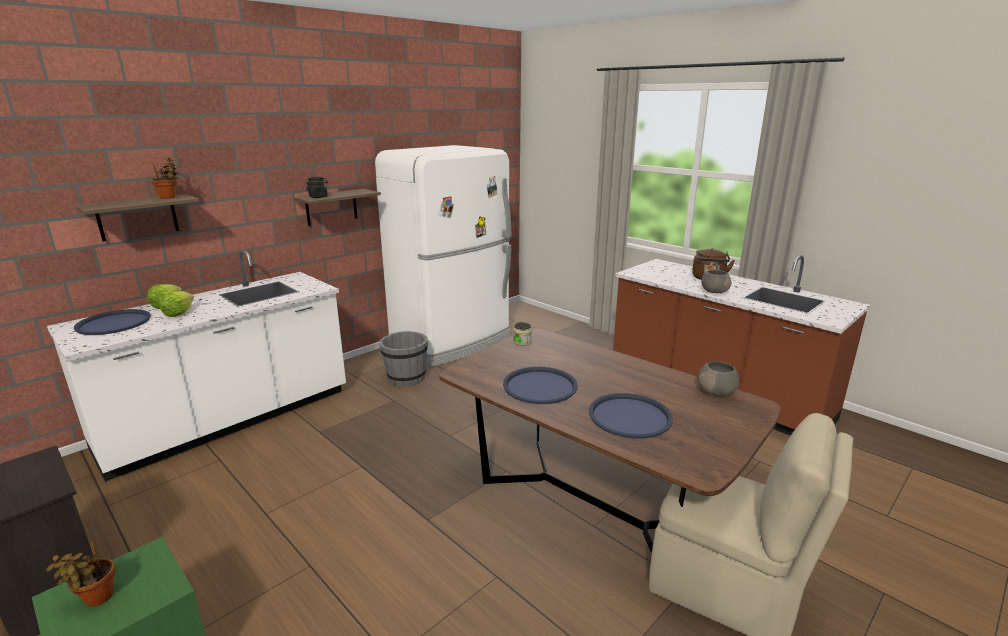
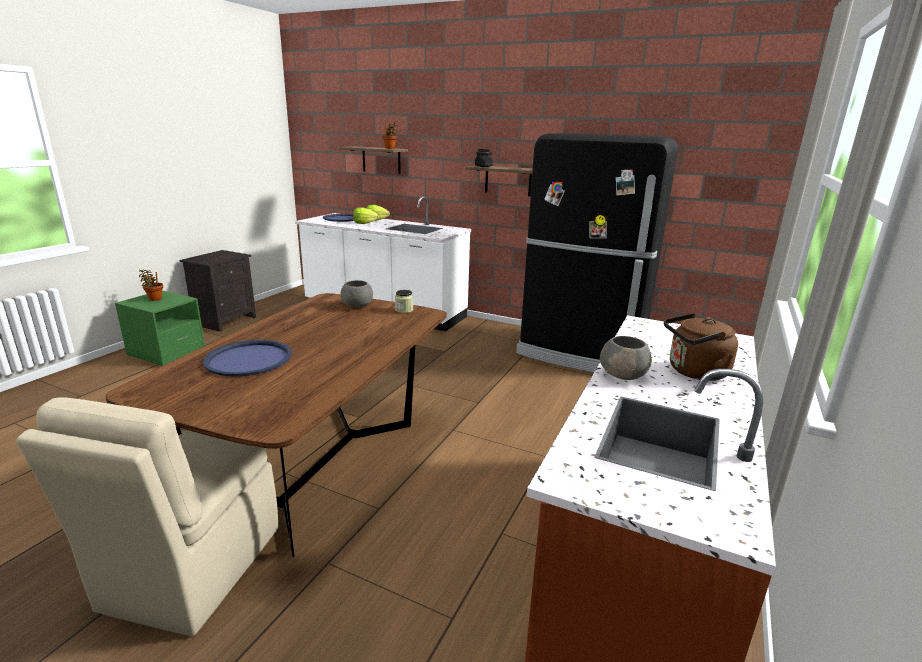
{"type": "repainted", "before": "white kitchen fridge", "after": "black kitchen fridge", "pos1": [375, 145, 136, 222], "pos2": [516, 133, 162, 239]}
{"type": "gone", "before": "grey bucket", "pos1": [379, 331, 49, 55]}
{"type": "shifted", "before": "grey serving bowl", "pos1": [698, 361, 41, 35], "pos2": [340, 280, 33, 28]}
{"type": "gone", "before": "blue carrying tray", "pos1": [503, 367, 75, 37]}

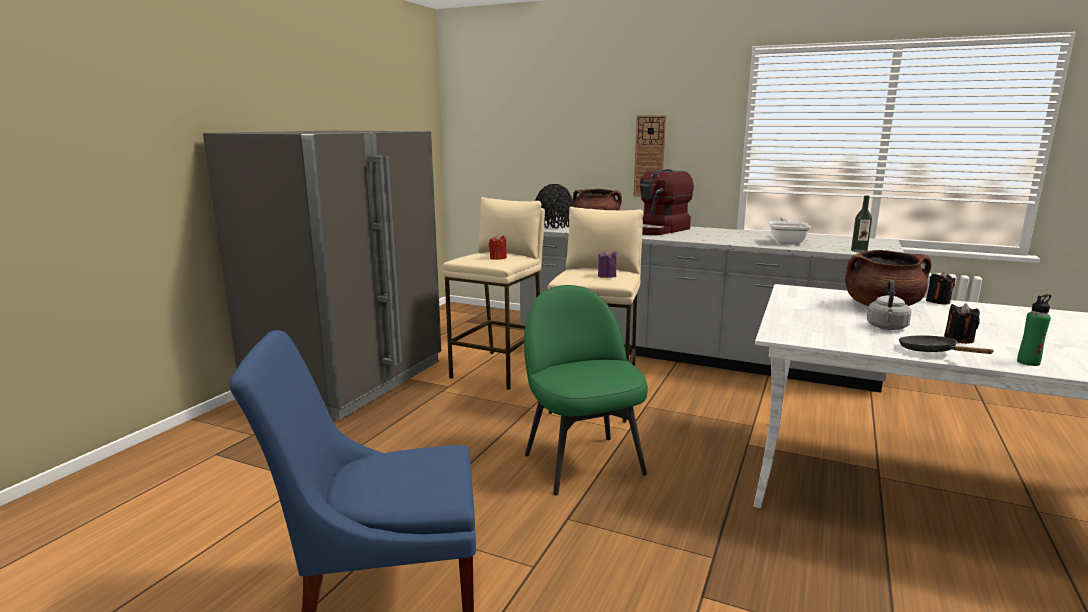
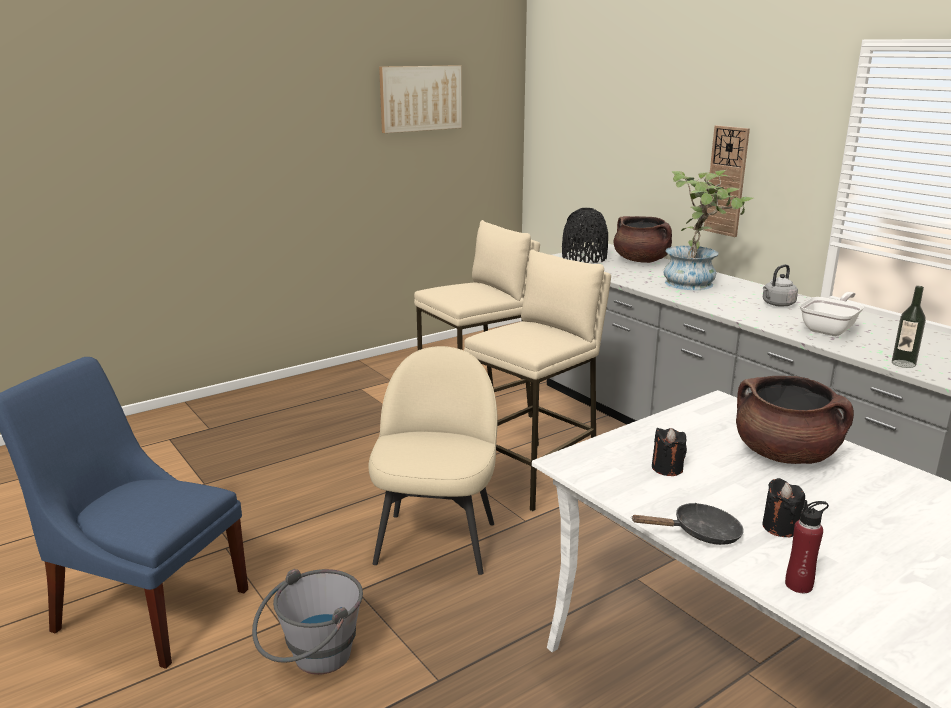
{"type": "gone", "before": "grey kitchen fridge", "pos1": [203, 131, 238, 289]}
{"type": "swapped", "before": "coffee brewer", "after": "houseplant", "pos1": [640, 169, 54, 66], "pos2": [664, 170, 90, 120]}
{"type": "gone", "before": "reddish wax light", "pos1": [489, 234, 18, 26]}
{"type": "gone", "before": "purple-coloured wax light", "pos1": [598, 249, 19, 29]}
{"type": "shifted", "before": "black wax light", "pos1": [926, 272, 29, 32], "pos2": [652, 428, 35, 48]}
{"type": "shifted", "before": "grey water kettle", "pos1": [867, 280, 44, 50], "pos2": [763, 264, 35, 43]}
{"type": "repainted", "before": "green chair", "after": "beige chair", "pos1": [524, 285, 124, 210], "pos2": [369, 346, 129, 229]}
{"type": "repainted", "before": "green drink bottle", "after": "reddish drink bottle", "pos1": [1017, 294, 34, 72], "pos2": [785, 500, 44, 93]}
{"type": "rotated", "before": "black frying pan", "pos1": [899, 335, 95, 19], "pos2": [632, 503, 112, 42], "turn": 75}
{"type": "new", "after": "wall art", "pos2": [379, 65, 83, 68]}
{"type": "new", "after": "grey bucket", "pos2": [252, 569, 111, 106]}

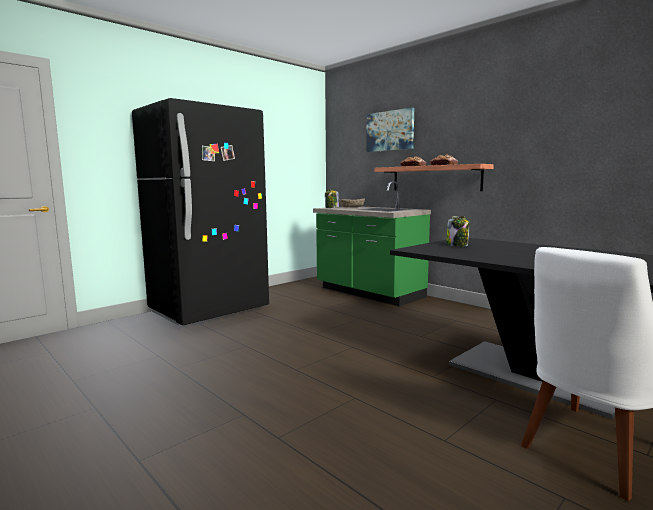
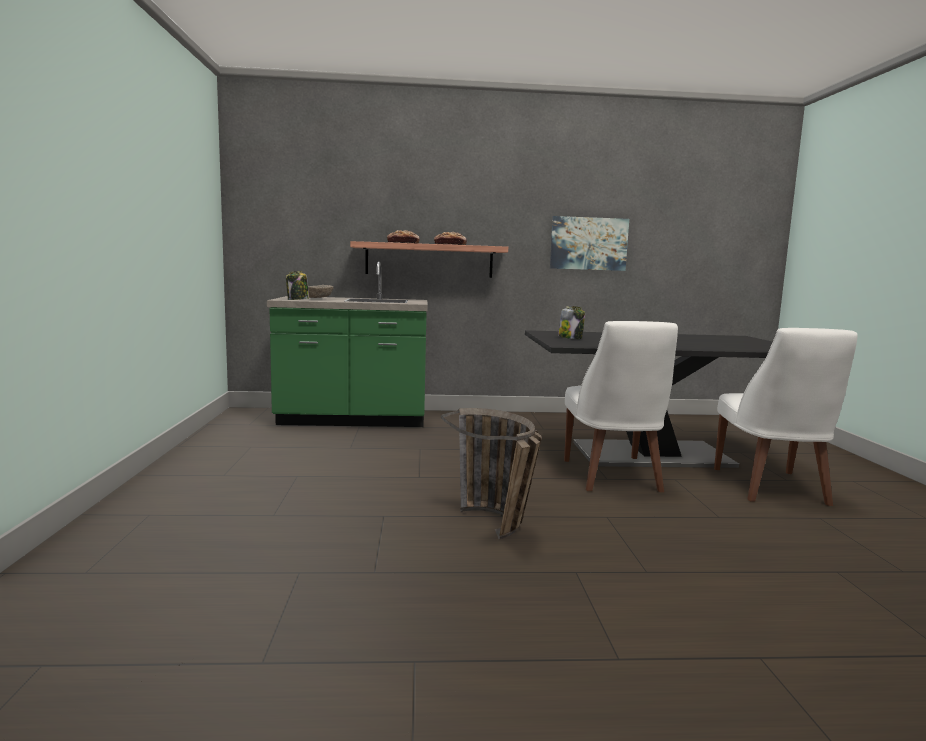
{"type": "gone", "before": "black kitchen fridge", "pos1": [132, 98, 137, 227]}
{"type": "shifted", "before": "wall art", "pos1": [366, 107, 48, 45], "pos2": [550, 216, 79, 55]}
{"type": "new", "after": "white chair", "pos2": [564, 321, 114, 171]}
{"type": "new", "after": "household basket", "pos2": [441, 408, 101, 132]}

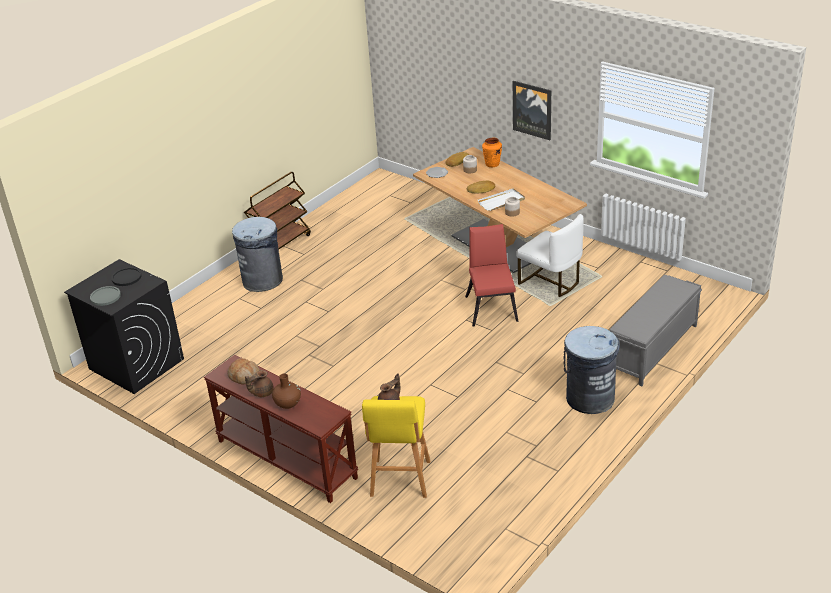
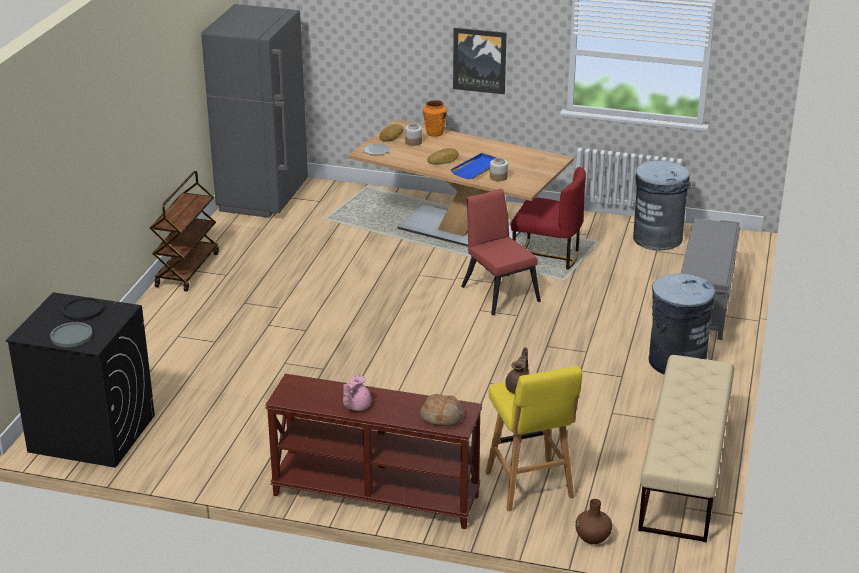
{"type": "repainted", "before": "white carrying tray", "after": "blue carrying tray", "pos1": [478, 188, 47, 23], "pos2": [451, 153, 46, 26]}
{"type": "repainted", "before": "white chair", "after": "reddish chair", "pos1": [516, 214, 67, 83], "pos2": [511, 167, 75, 103]}
{"type": "shifted", "before": "grey rubbish bin", "pos1": [232, 217, 51, 75], "pos2": [633, 160, 58, 91]}
{"type": "shifted", "before": "bakery bread", "pos1": [228, 358, 32, 26], "pos2": [420, 394, 43, 32]}
{"type": "repainted", "before": "brownish pot for tea", "after": "pinkish pot for tea", "pos1": [245, 370, 29, 27], "pos2": [343, 375, 28, 36]}
{"type": "shifted", "before": "brownish vase", "pos1": [272, 373, 29, 36], "pos2": [575, 499, 37, 45]}
{"type": "new", "after": "grey kitchen fridge", "pos2": [201, 4, 107, 214]}
{"type": "new", "after": "beige long seat", "pos2": [638, 355, 96, 188]}

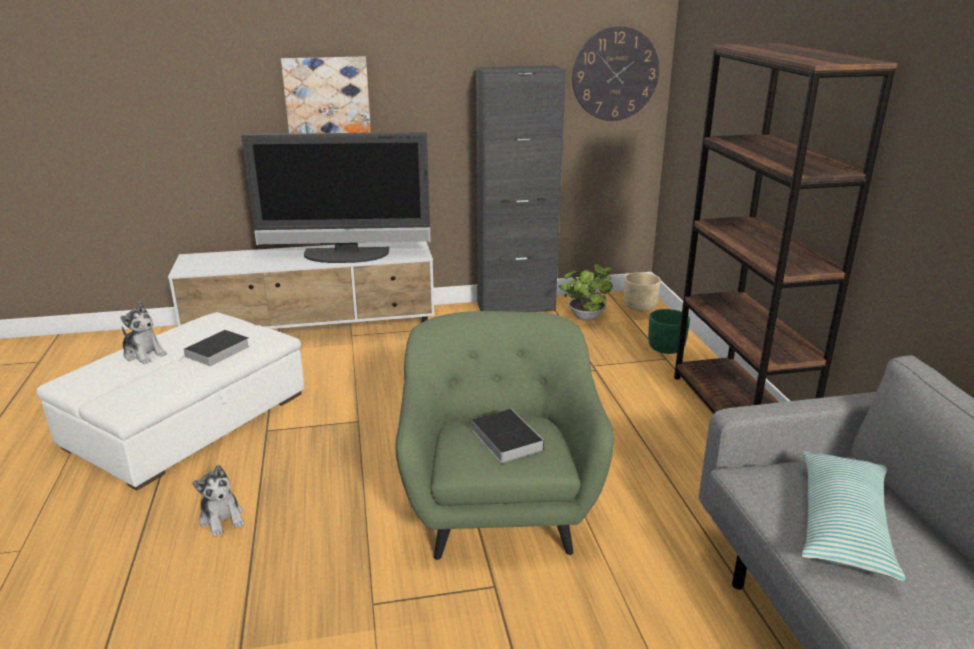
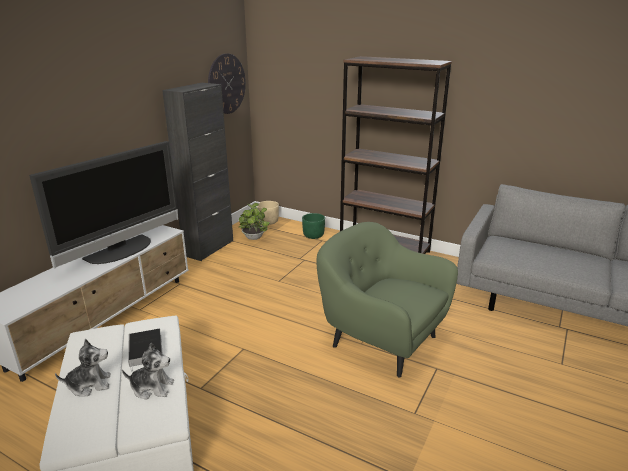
{"type": "gone", "before": "wall art", "pos1": [281, 57, 90, 77]}
{"type": "gone", "before": "bound book", "pos1": [472, 409, 72, 54]}
{"type": "gone", "before": "cushion", "pos1": [801, 451, 104, 130]}
{"type": "shifted", "before": "plush toy", "pos1": [192, 465, 53, 72], "pos2": [122, 343, 52, 57]}

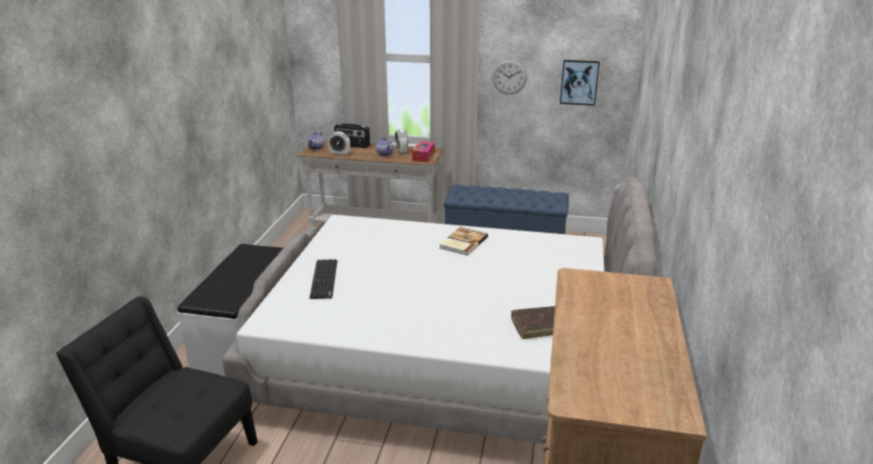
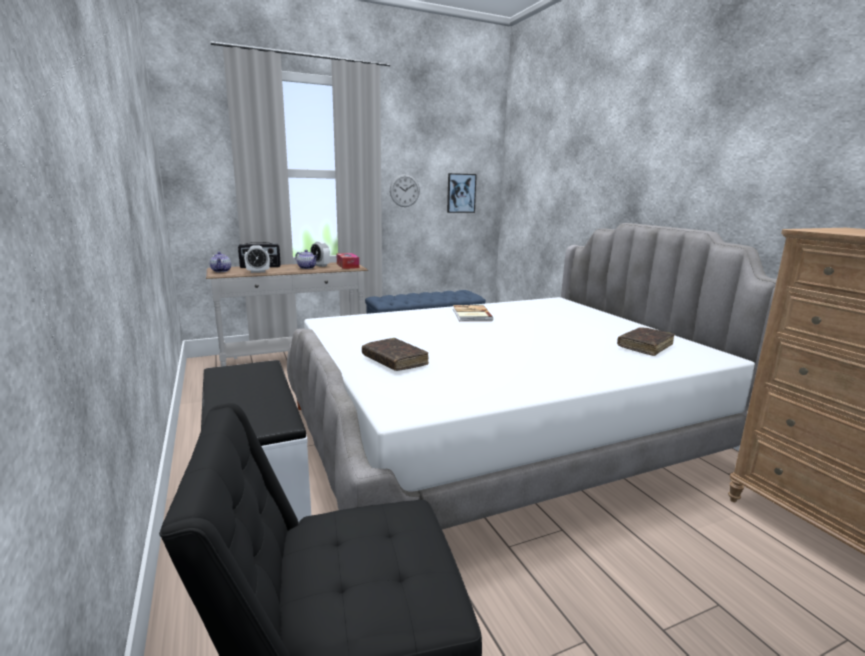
{"type": "swapped", "before": "computer keyboard", "after": "brownish bound book", "pos1": [309, 259, 28, 40], "pos2": [362, 338, 67, 33]}

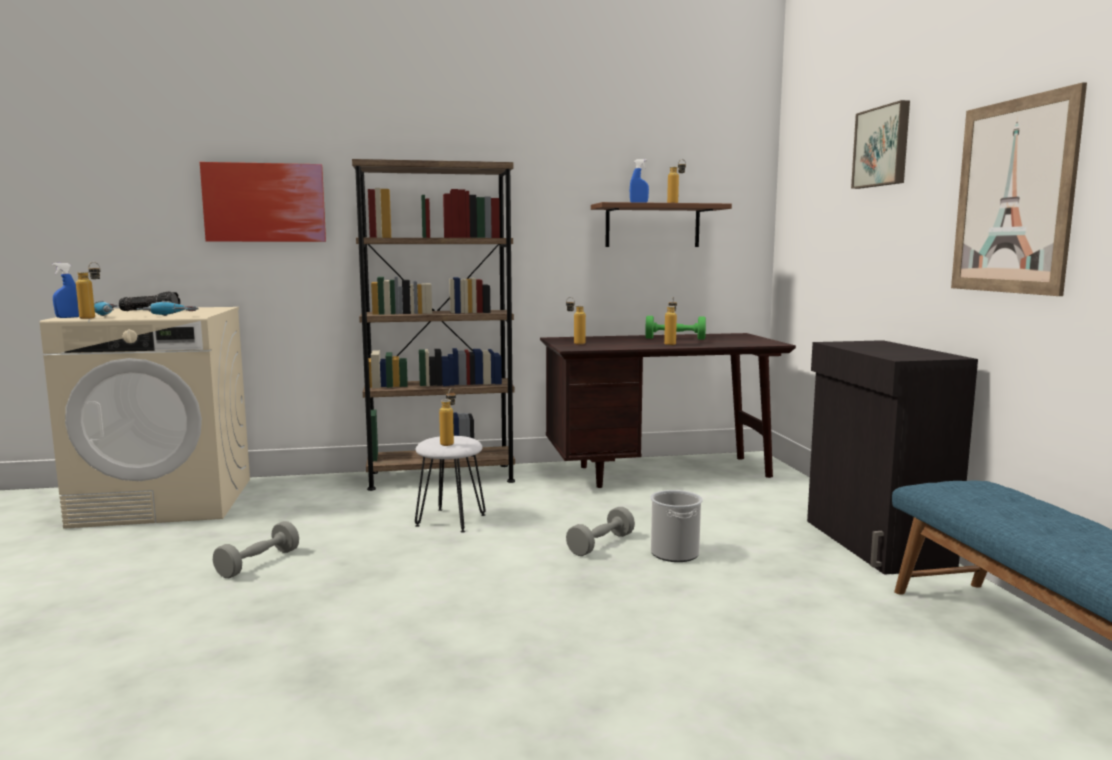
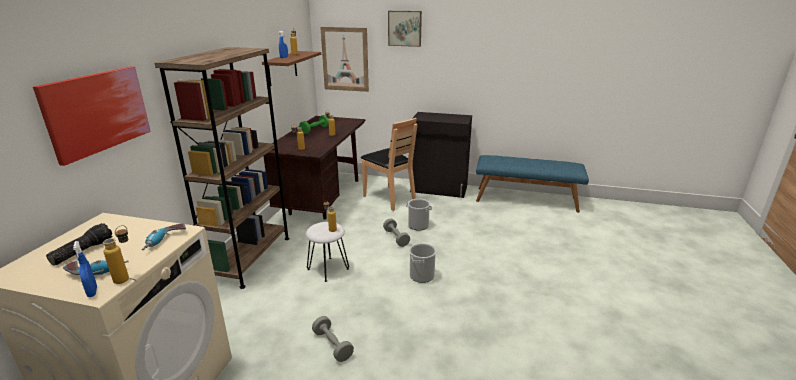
{"type": "shifted", "before": "wall art", "pos1": [951, 82, 136, 214], "pos2": [320, 27, 49, 65]}
{"type": "new", "after": "brownish chair", "pos2": [361, 118, 57, 93]}
{"type": "new", "after": "bucket", "pos2": [409, 243, 27, 40]}

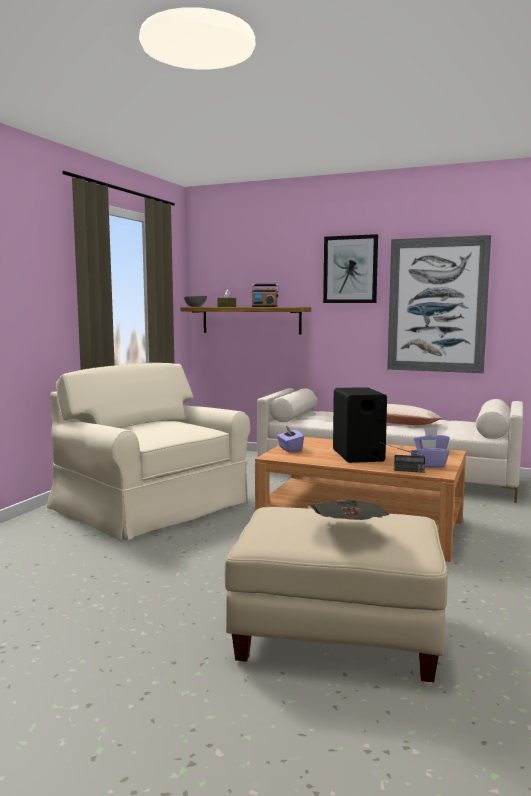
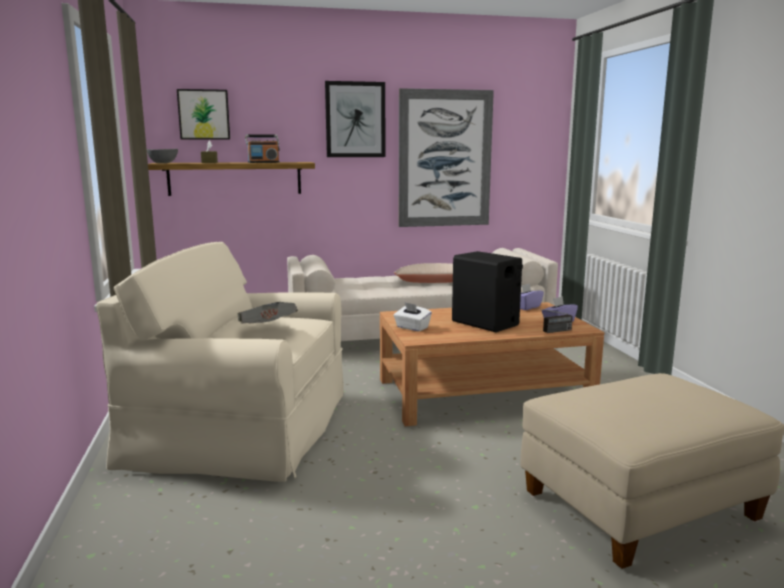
{"type": "repainted", "before": "purple-coloured tissue holder", "after": "white tissue holder", "pos1": [277, 426, 27, 26], "pos2": [394, 302, 38, 29]}
{"type": "shifted", "before": "daily paper", "pos1": [309, 500, 80, 20], "pos2": [237, 302, 61, 22]}
{"type": "new", "after": "wall art", "pos2": [177, 89, 53, 50]}

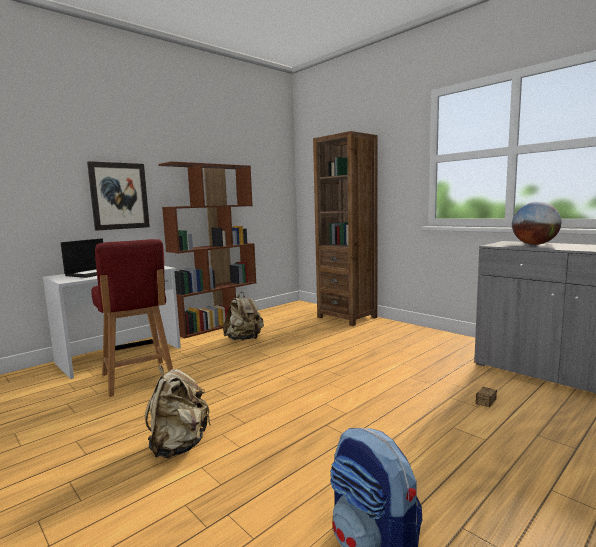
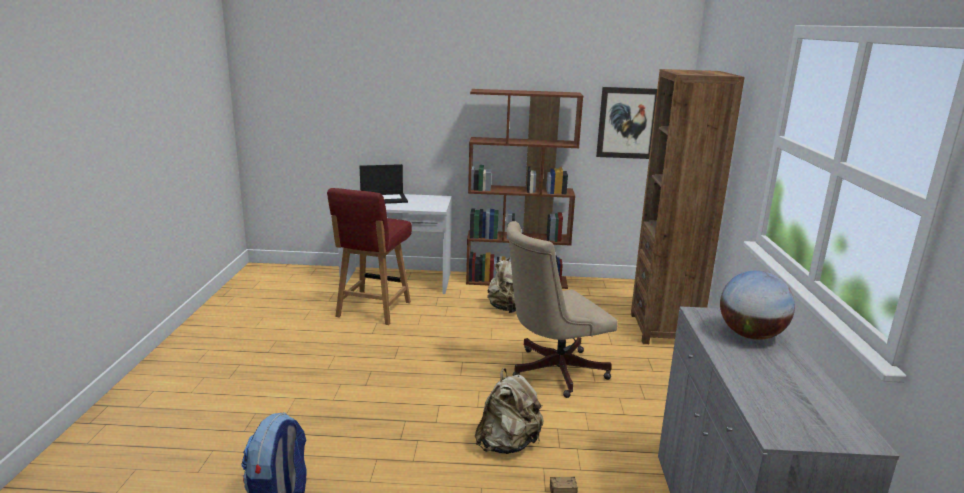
{"type": "shifted", "before": "wall art", "pos1": [87, 161, 63, 70], "pos2": [596, 87, 61, 72]}
{"type": "shifted", "before": "beige knapsack", "pos1": [145, 365, 66, 94], "pos2": [475, 368, 69, 86]}
{"type": "new", "after": "beige office chair", "pos2": [506, 221, 112, 177]}

